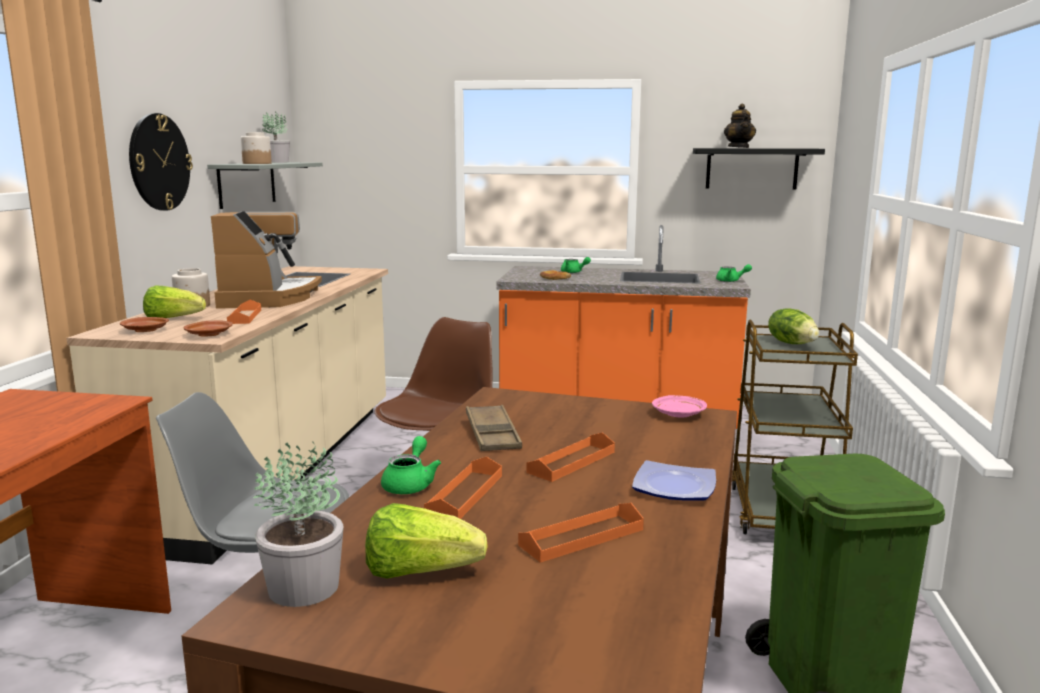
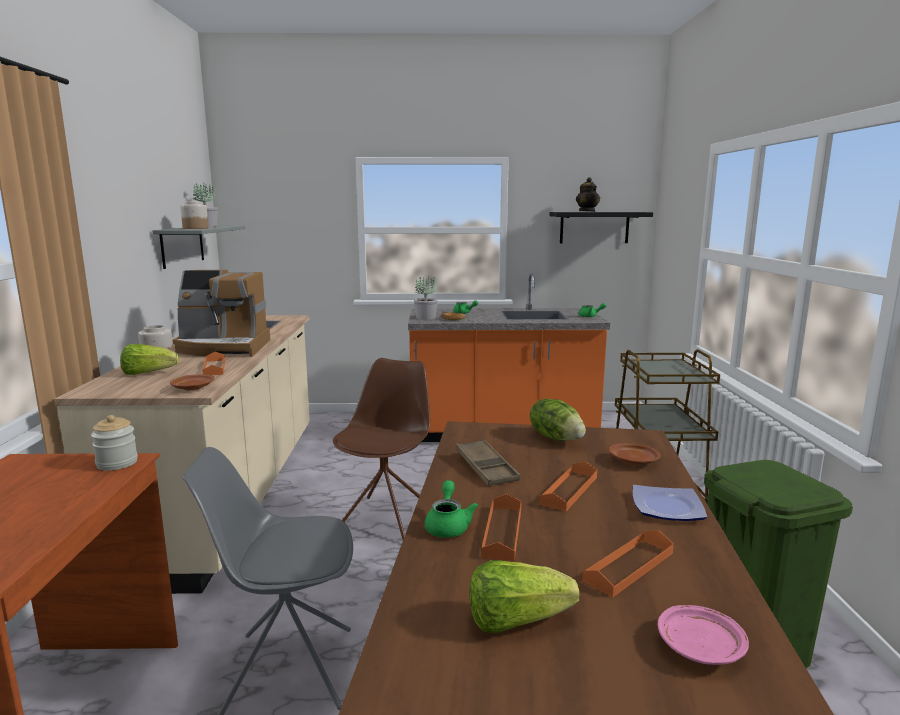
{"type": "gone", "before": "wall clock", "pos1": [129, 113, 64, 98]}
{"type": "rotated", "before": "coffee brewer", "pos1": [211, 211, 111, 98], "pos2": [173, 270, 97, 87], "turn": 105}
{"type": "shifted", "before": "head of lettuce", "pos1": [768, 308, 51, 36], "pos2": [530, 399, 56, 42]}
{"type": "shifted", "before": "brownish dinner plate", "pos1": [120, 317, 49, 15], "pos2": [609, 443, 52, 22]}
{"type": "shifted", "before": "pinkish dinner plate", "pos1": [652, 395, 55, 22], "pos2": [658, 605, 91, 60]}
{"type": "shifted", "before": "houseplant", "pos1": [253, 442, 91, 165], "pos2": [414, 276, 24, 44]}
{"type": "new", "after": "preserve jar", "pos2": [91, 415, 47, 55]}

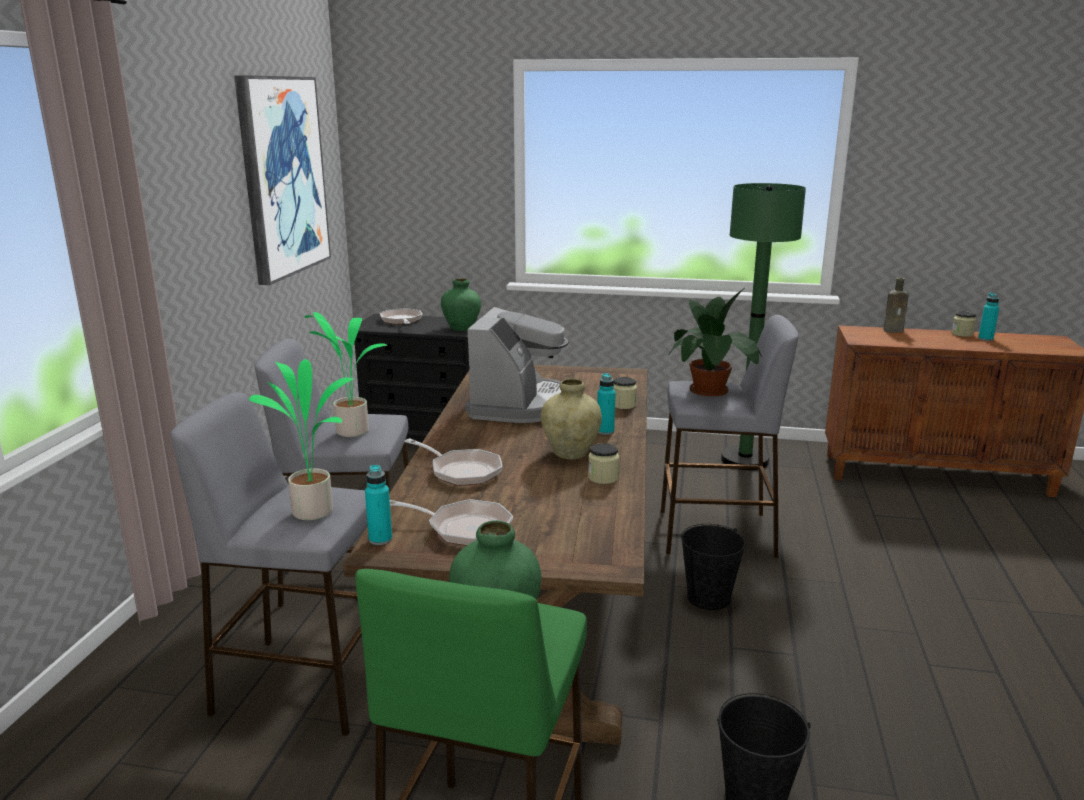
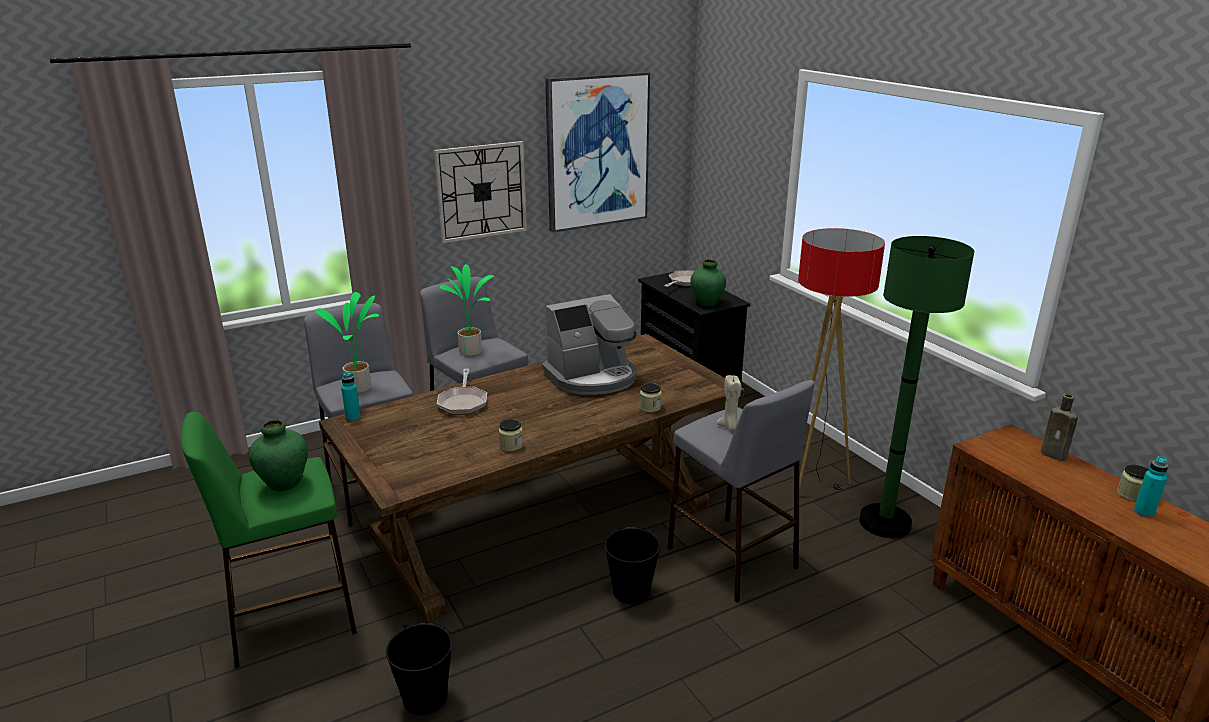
{"type": "swapped", "before": "houseplant", "after": "beige wax light", "pos1": [668, 288, 94, 108], "pos2": [717, 375, 25, 55]}
{"type": "gone", "before": "turquoise drink bottle", "pos1": [597, 373, 19, 62]}
{"type": "gone", "before": "beige vase", "pos1": [541, 379, 61, 81]}
{"type": "gone", "before": "frying pan", "pos1": [390, 499, 123, 47]}
{"type": "new", "after": "wall clock", "pos2": [434, 141, 93, 102]}
{"type": "new", "after": "floor lamp", "pos2": [798, 228, 87, 263]}

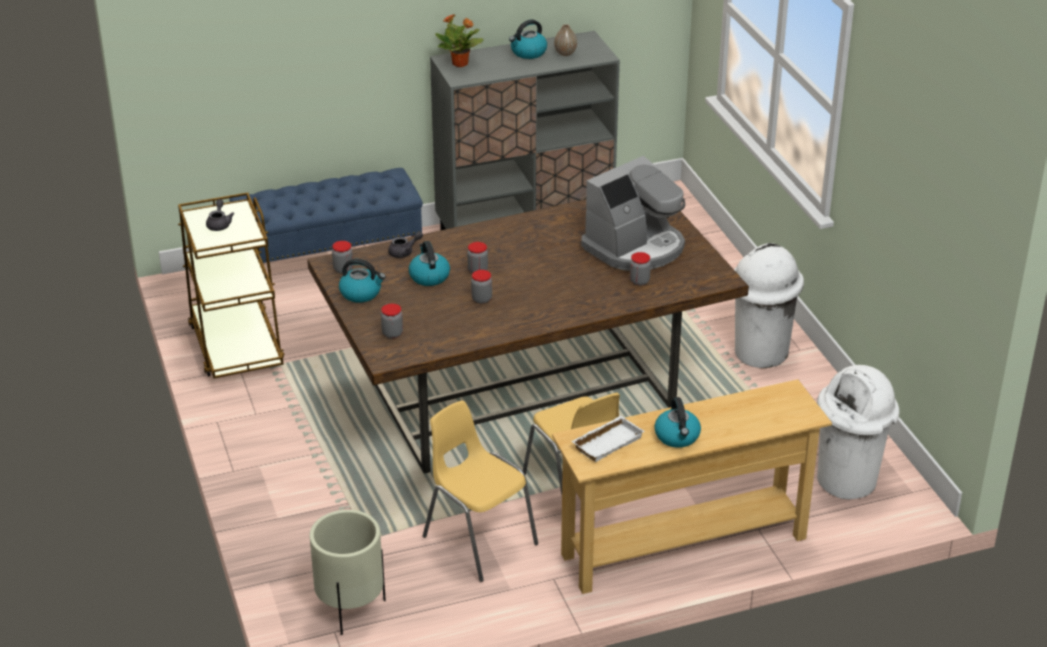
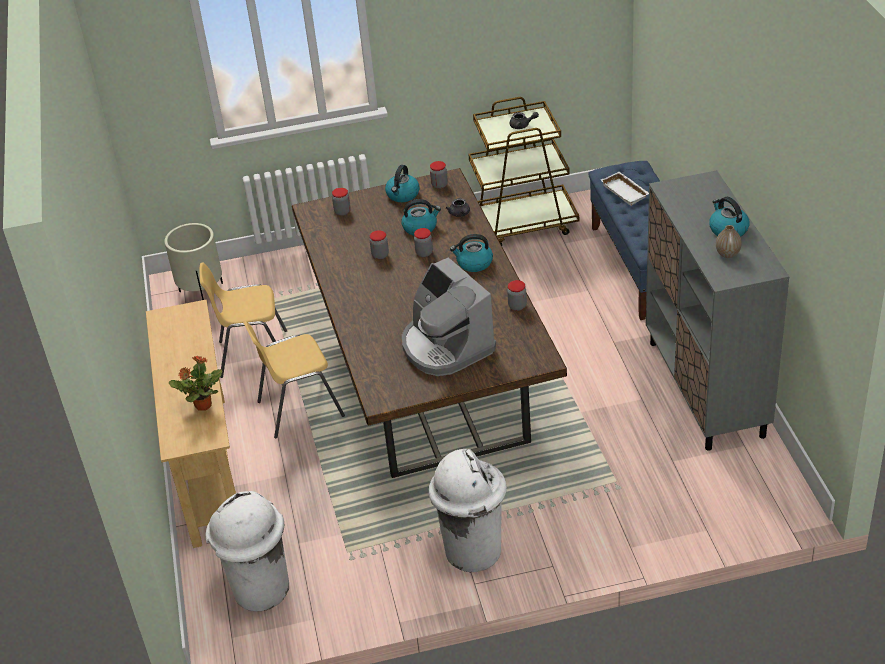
{"type": "shifted", "before": "houseplant", "pos1": [435, 14, 49, 53], "pos2": [169, 356, 53, 55]}
{"type": "shifted", "before": "preserve jar", "pos1": [630, 252, 21, 34], "pos2": [507, 280, 20, 31]}
{"type": "shifted", "before": "water kettle", "pos1": [654, 397, 47, 51], "pos2": [450, 234, 43, 38]}
{"type": "rotated", "before": "yellow-coloured chair", "pos1": [423, 401, 115, 181], "pos2": [199, 262, 88, 116], "turn": -150}
{"type": "shifted", "before": "white carrying tray", "pos1": [571, 416, 74, 46], "pos2": [601, 172, 48, 34]}

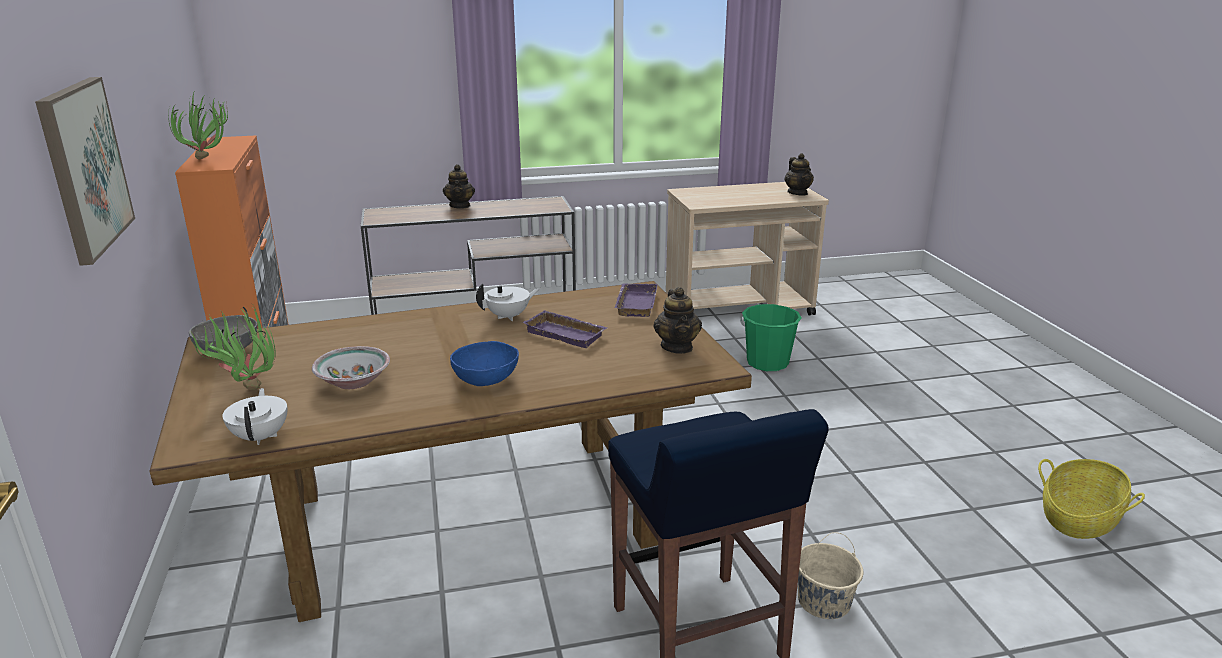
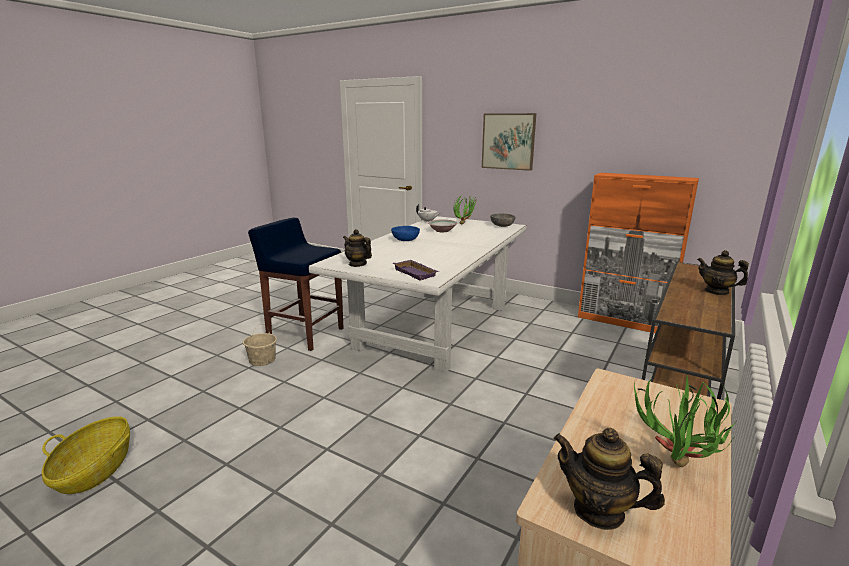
{"type": "shifted", "before": "houseplant", "pos1": [168, 93, 60, 66], "pos2": [634, 375, 102, 92]}
{"type": "repainted", "before": "brownish dinner table", "after": "white dinner table", "pos1": [149, 281, 603, 341], "pos2": [309, 216, 218, 157]}
{"type": "gone", "before": "white pot for tea", "pos1": [476, 283, 64, 38]}
{"type": "gone", "before": "green bucket", "pos1": [740, 304, 62, 67]}
{"type": "gone", "before": "purple-coloured carrying tray", "pos1": [522, 310, 86, 38]}

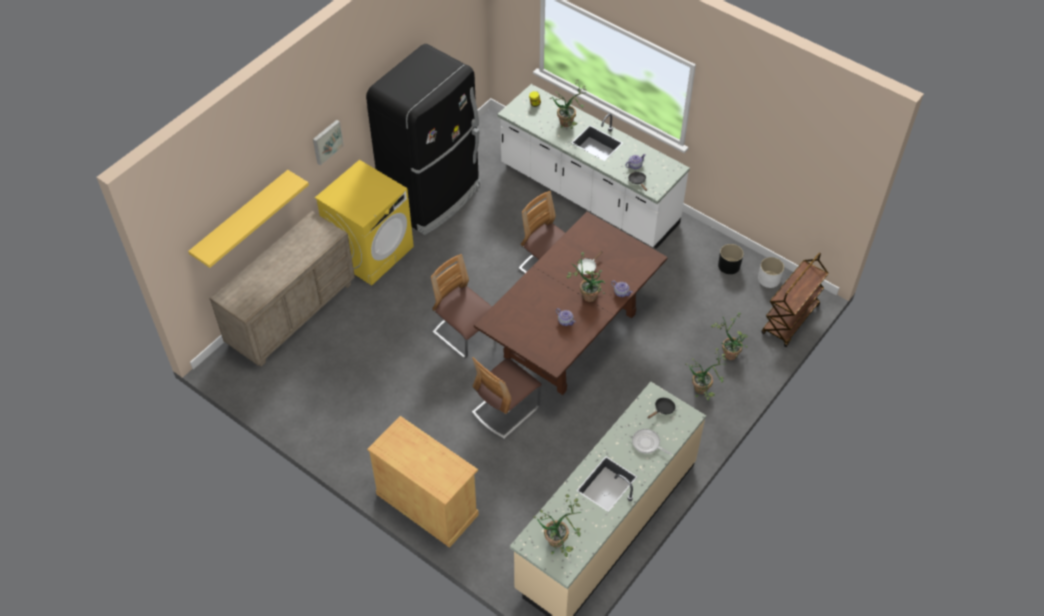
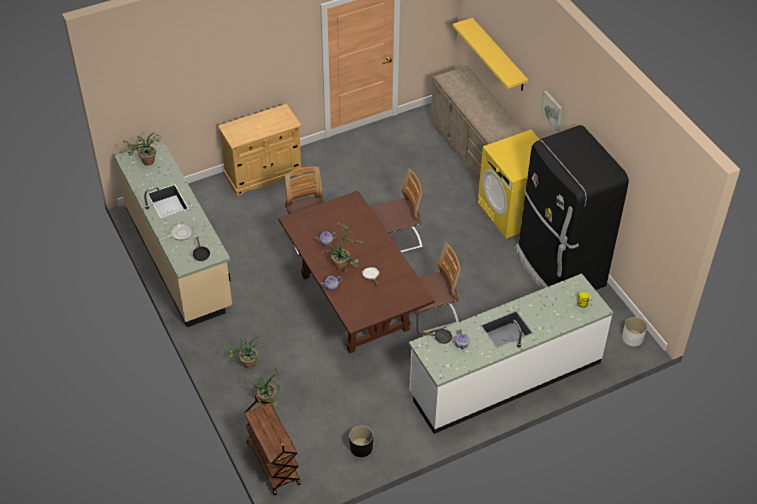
{"type": "gone", "before": "houseplant", "pos1": [550, 79, 37, 50]}
{"type": "shifted", "before": "white flower pot", "pos1": [758, 257, 26, 31], "pos2": [622, 317, 25, 29]}

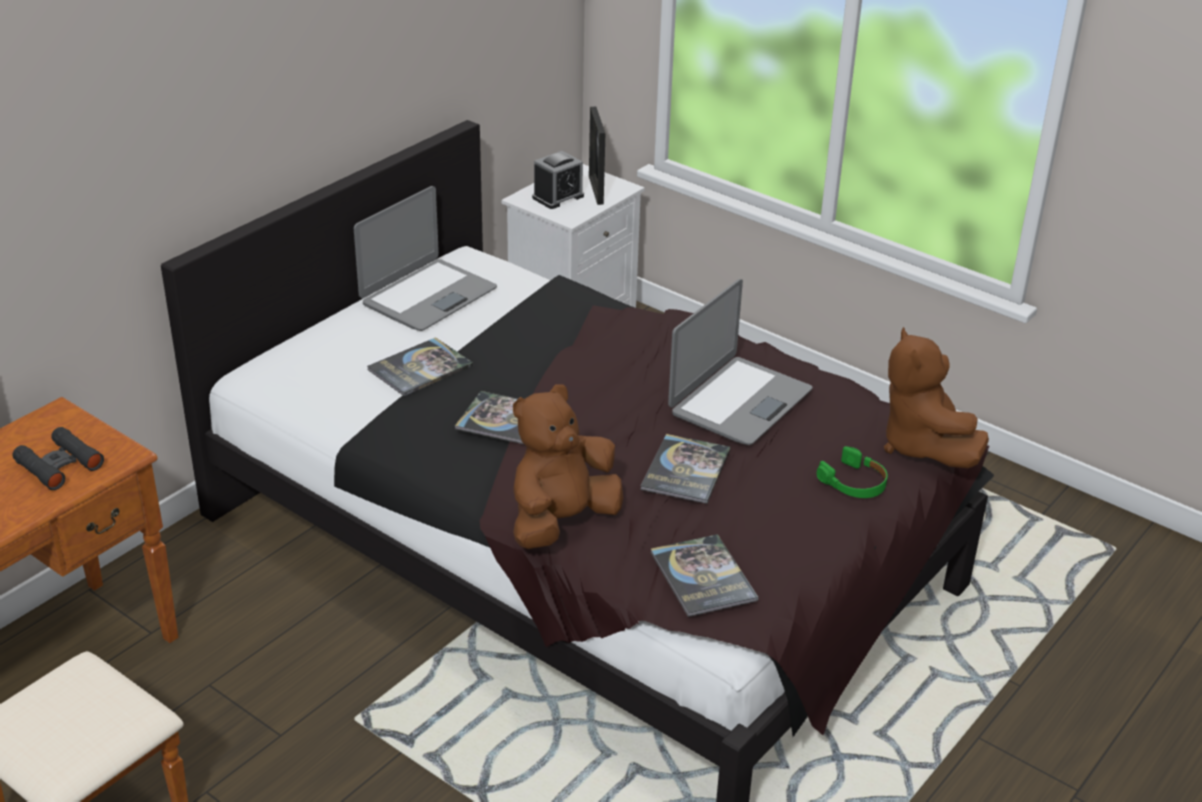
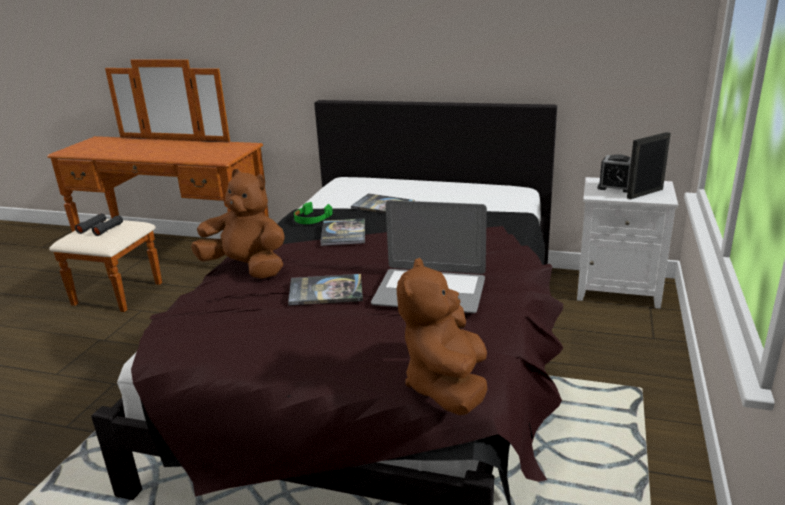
{"type": "gone", "before": "laptop", "pos1": [354, 186, 143, 145]}
{"type": "rotated", "before": "brownish plush toy", "pos1": [884, 327, 105, 141], "pos2": [397, 258, 90, 157], "turn": -45}
{"type": "shifted", "before": "black binoculars", "pos1": [12, 427, 92, 63], "pos2": [75, 213, 48, 23]}
{"type": "shifted", "before": "green headset", "pos1": [816, 446, 72, 52], "pos2": [294, 202, 39, 22]}
{"type": "gone", "before": "bound book", "pos1": [650, 534, 108, 83]}

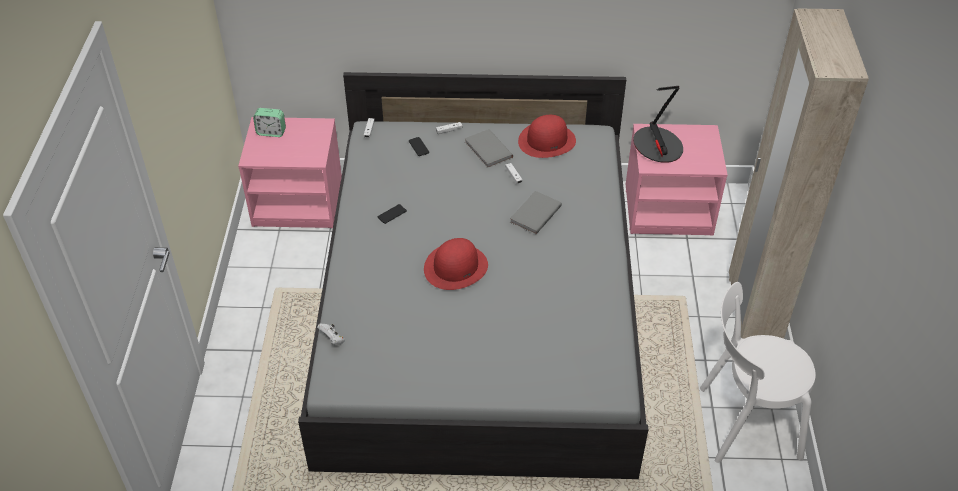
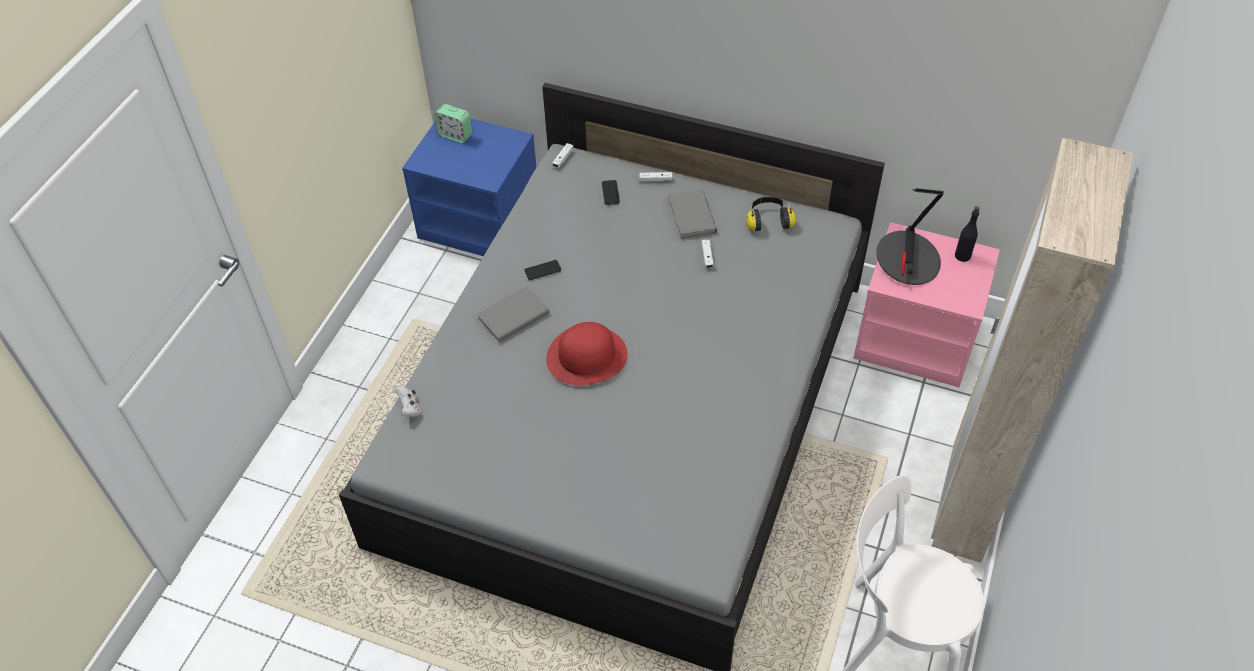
{"type": "swapped", "before": "reddish hat", "after": "headset", "pos1": [518, 115, 58, 43], "pos2": [746, 197, 50, 34]}
{"type": "repainted", "before": "pinkish nightstand", "after": "blue nightstand", "pos1": [238, 117, 104, 111], "pos2": [402, 119, 134, 137]}
{"type": "shifted", "before": "grey bound book", "pos1": [510, 191, 52, 43], "pos2": [477, 286, 72, 56]}
{"type": "new", "after": "black drink bottle", "pos2": [955, 206, 25, 56]}

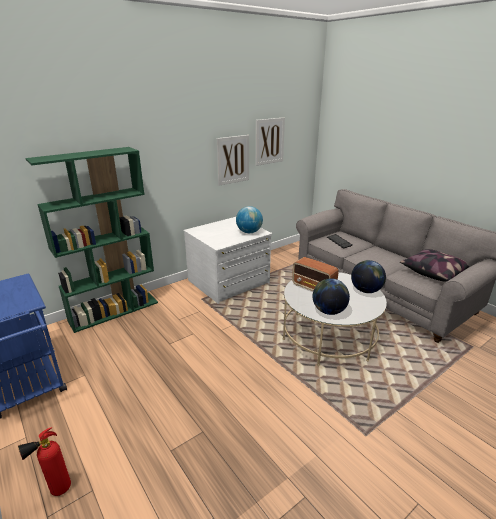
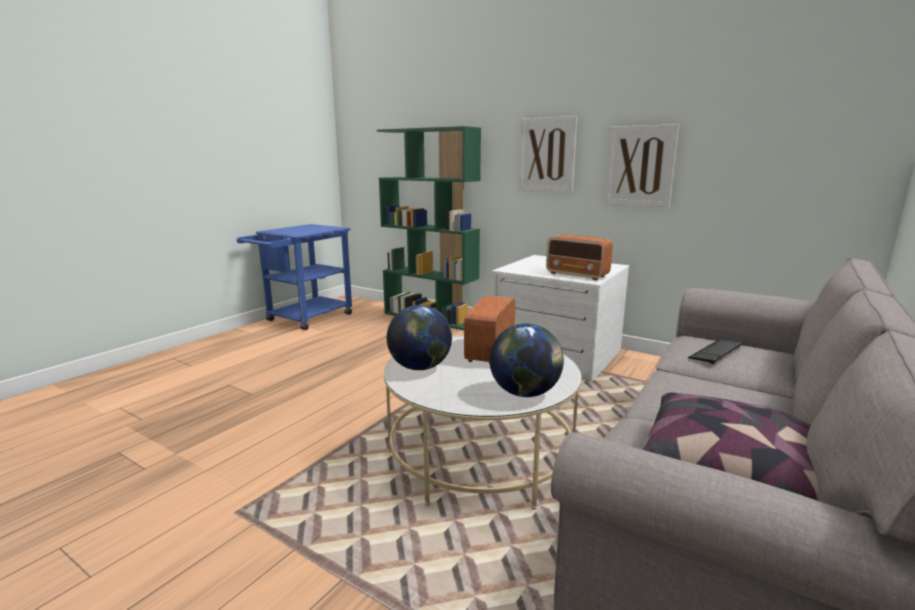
{"type": "shifted", "before": "wall art", "pos1": [256, 118, 29, 48], "pos2": [518, 116, 59, 76]}
{"type": "swapped", "before": "globe", "after": "radio", "pos1": [236, 206, 27, 27], "pos2": [546, 235, 67, 45]}
{"type": "gone", "before": "fire extinguisher", "pos1": [18, 427, 53, 69]}

